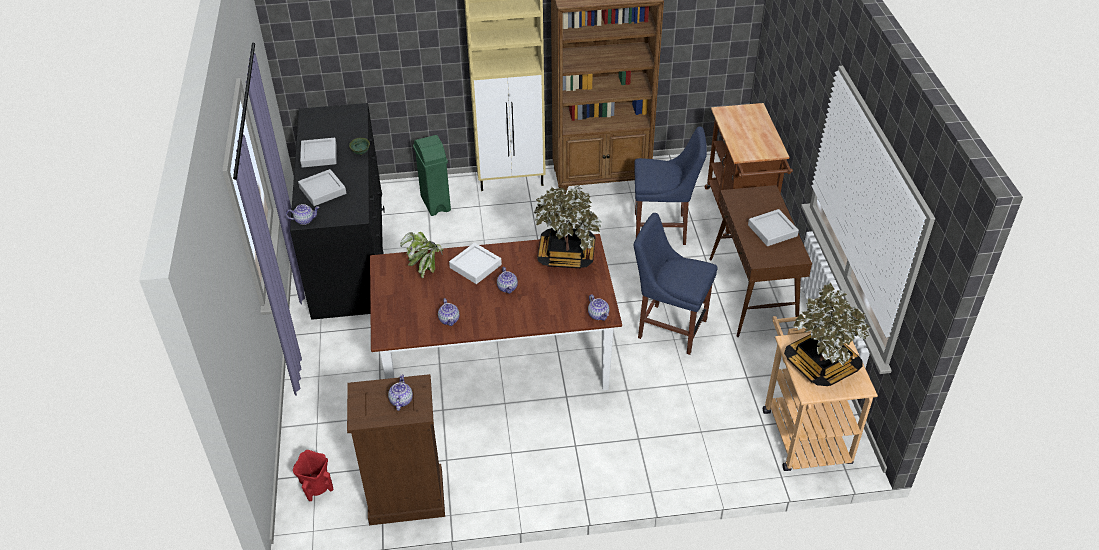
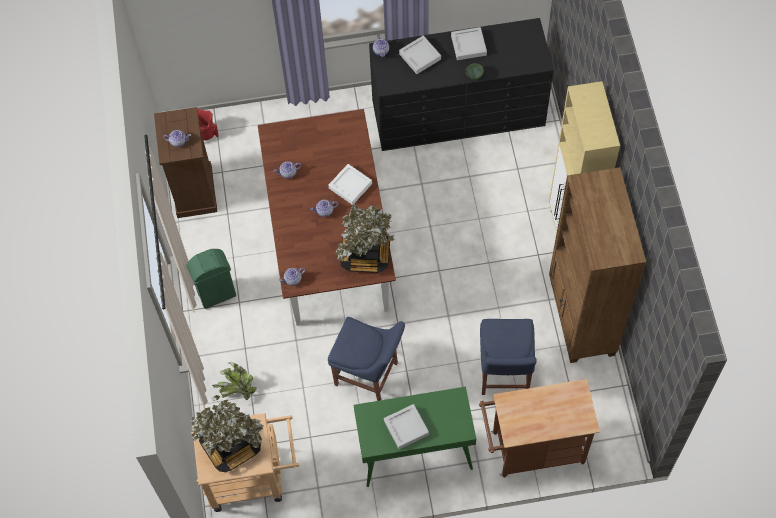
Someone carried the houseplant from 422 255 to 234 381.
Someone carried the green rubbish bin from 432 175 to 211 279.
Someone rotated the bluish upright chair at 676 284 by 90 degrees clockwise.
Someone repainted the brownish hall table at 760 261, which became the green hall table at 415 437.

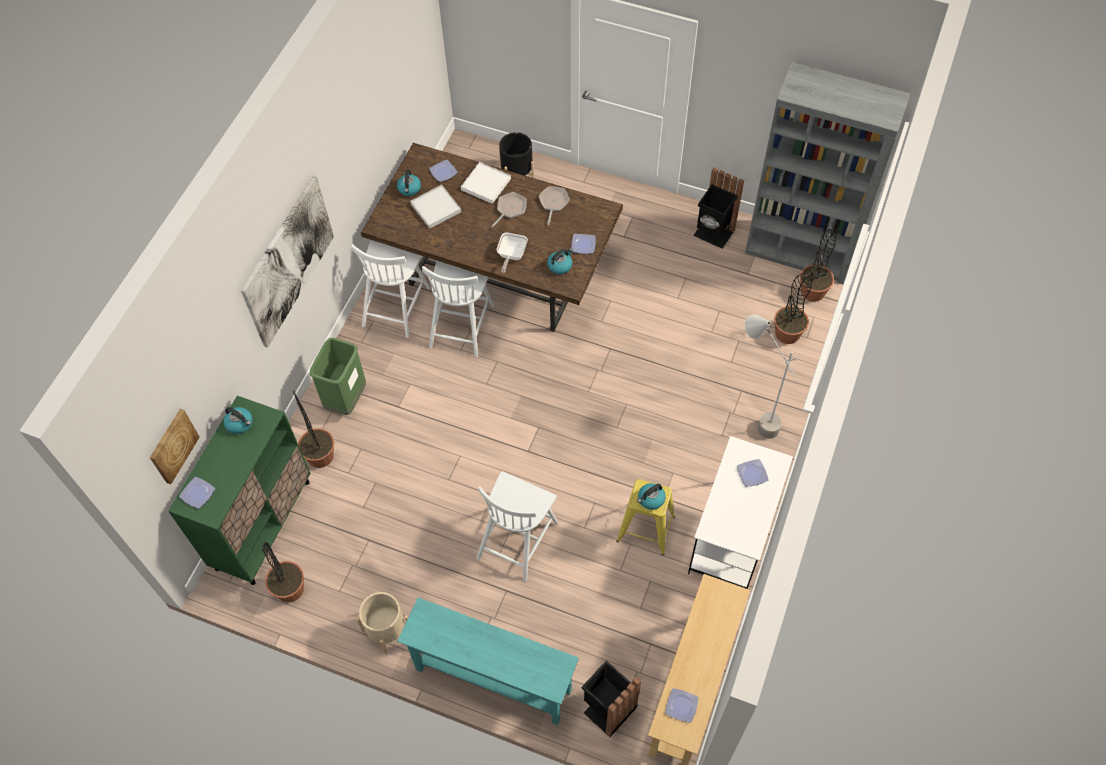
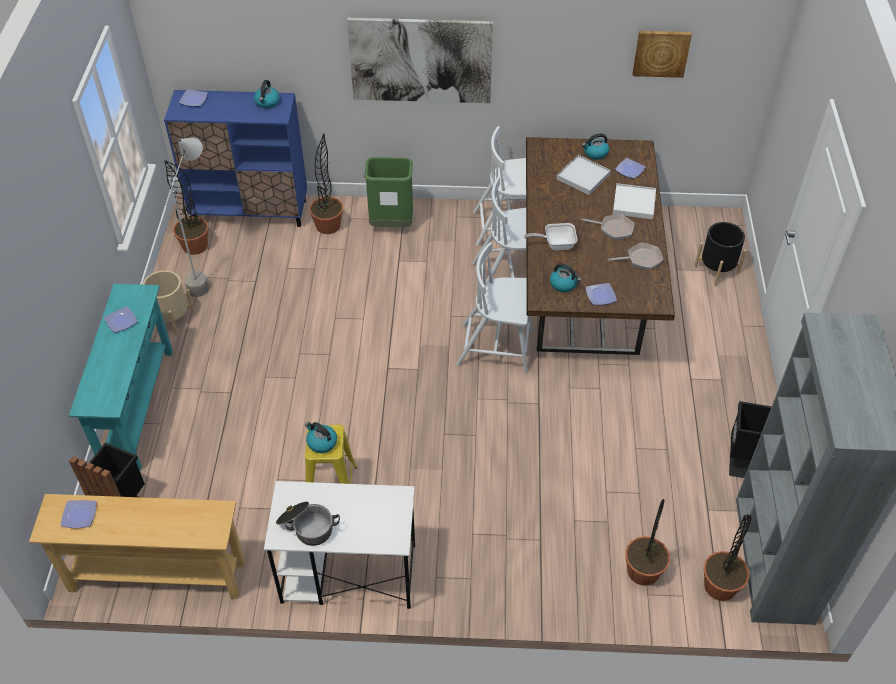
Someone carried the picture from 175 446 to 662 54.
Someone repainted the green cabinet at 239 490, which became the bluish cabinet at 235 158.
Someone carried the whitish upright chair from 517 526 to 494 307.
Someone carried the dinner plate from 753 473 to 121 319.
Someone carried the grey standard lamp from 770 377 to 187 217.
Someone put down the cooking pot at 308 524.

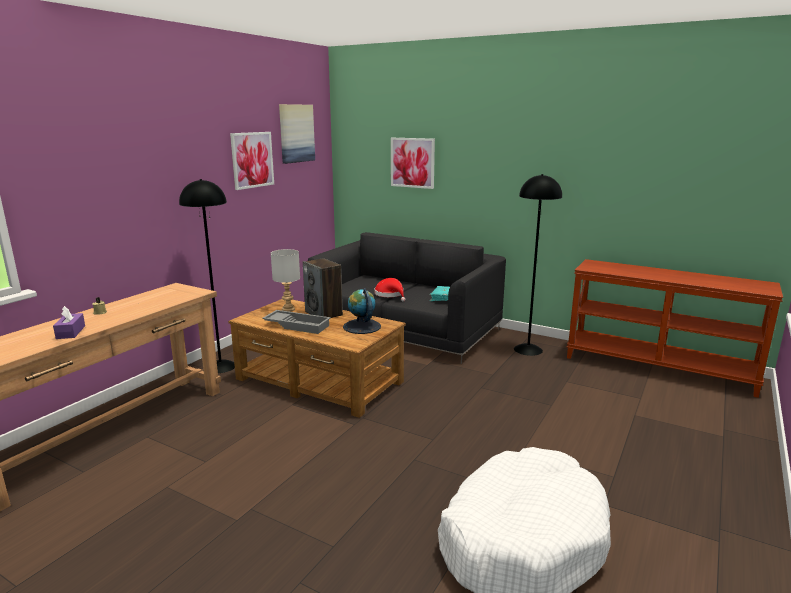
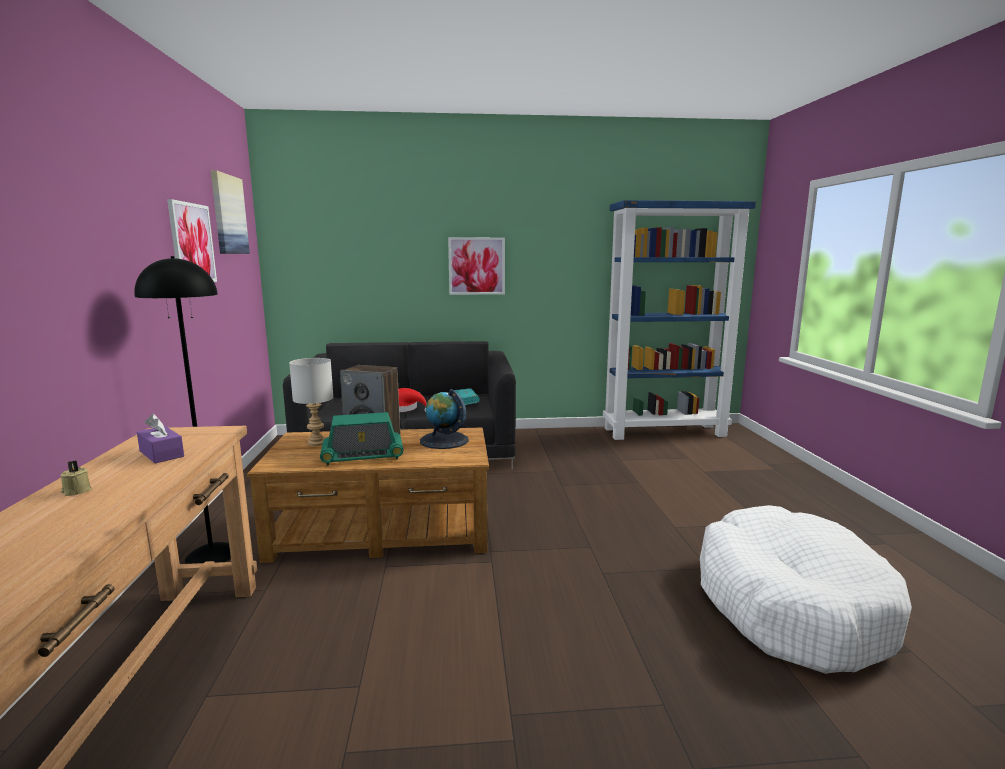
Someone carried the purplish box of tissues from 69 322 to 160 438.
Someone swapped the grey serving tray at 296 322 for the radio receiver at 362 438.
Someone carried the picture from 413 163 to 476 266.
Someone took away the black-coloured standard lamp at 538 265.
Someone swapped the brownish hall table at 675 328 for the bluish bookcase at 679 320.

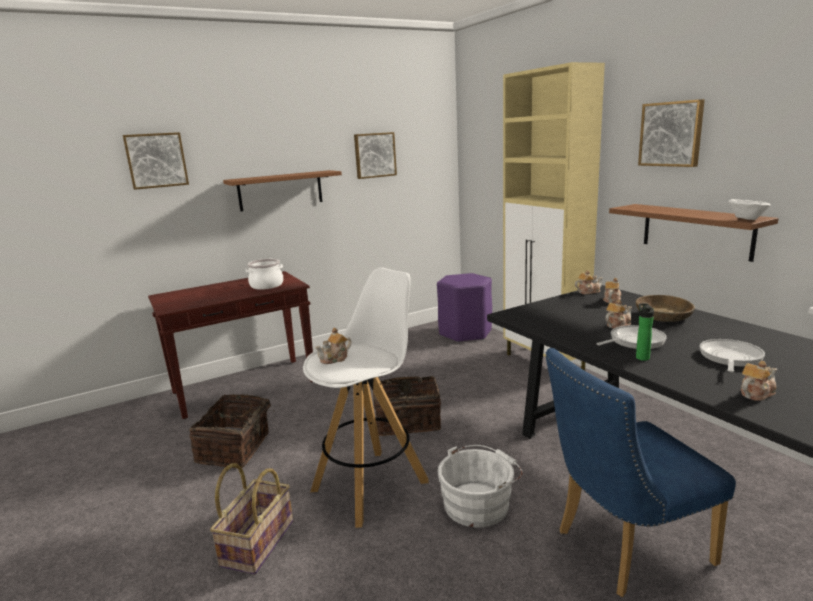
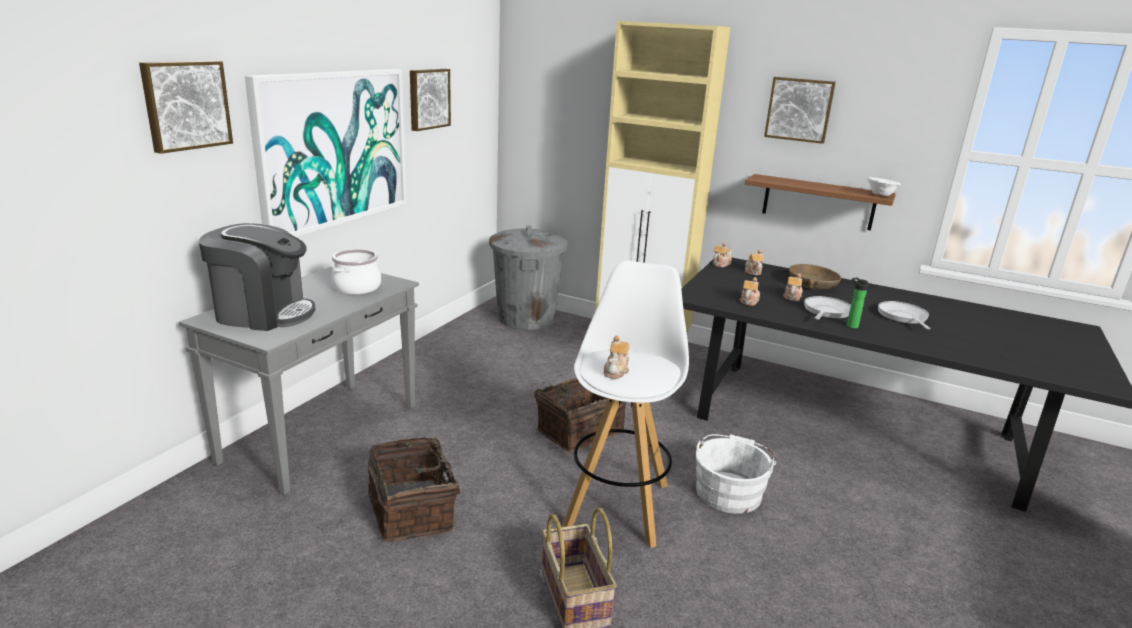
Someone repainted the brownish hall table at 230 345, which became the grey hall table at 299 380.
Someone swapped the brownish wall shelf at 282 191 for the picture at 326 153.
Someone swapped the purplish sitting stool at 464 307 for the grey rubbish bin at 528 278.
Someone took away the bluish upright chair at 640 472.
Someone carried the pot for tea from 758 381 to 749 291.
Someone put down the coffee machine at 257 277.

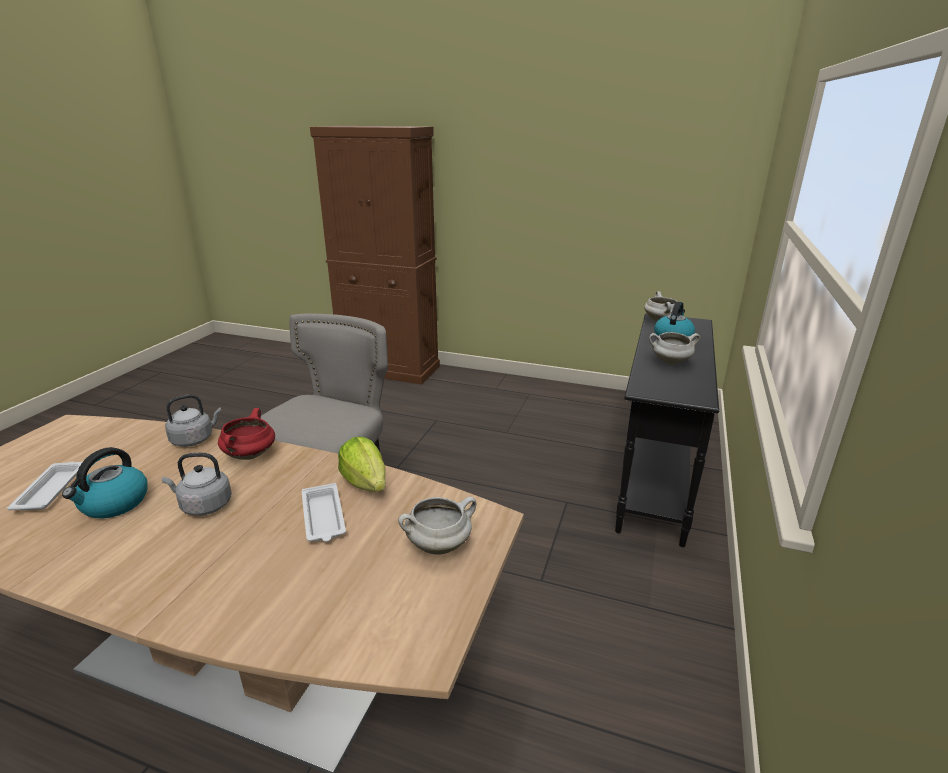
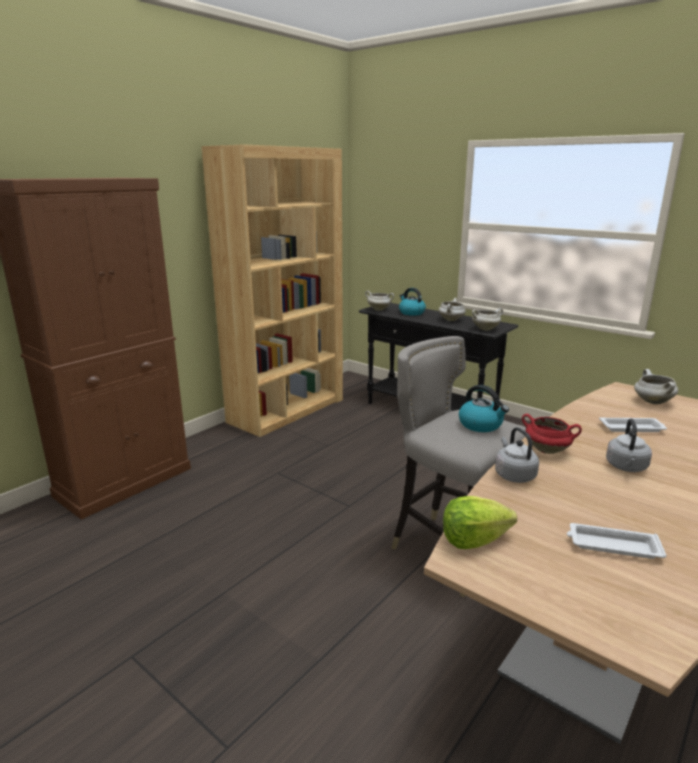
Someone carried the water kettle from 105 482 to 484 408.
Someone carried the lettuce from 362 464 to 480 522.
Someone put down the brownish bookcase at 272 290.
Someone put down the whitish cooking pot at 487 319.

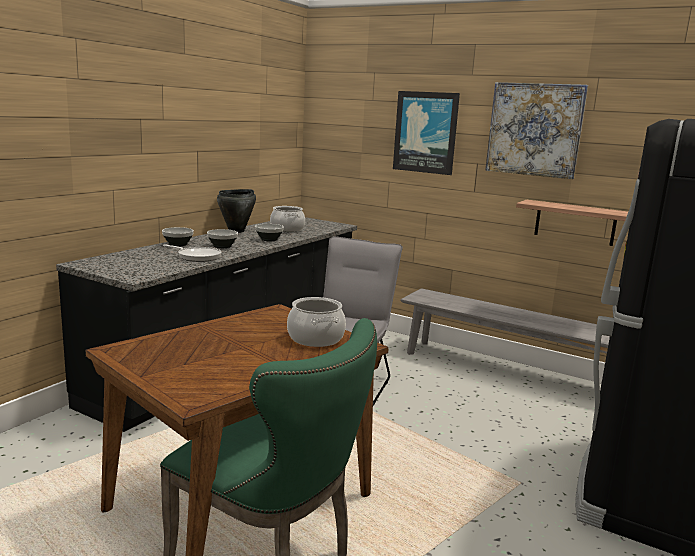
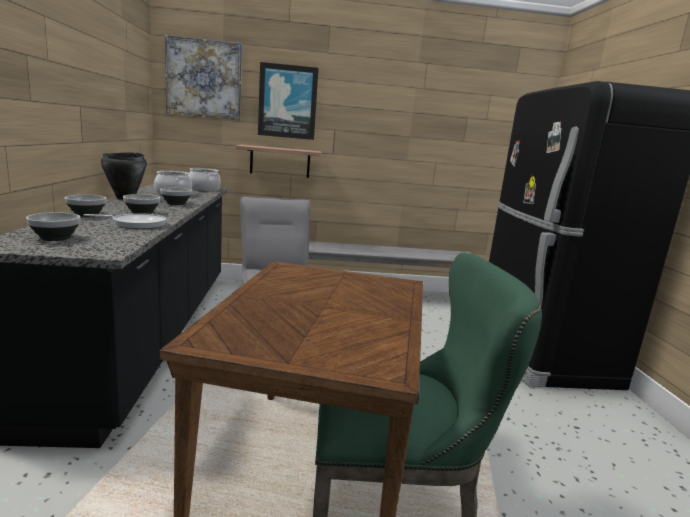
Someone carried the cooking pot from 316 322 to 204 179.
Someone carried the picture from 536 130 to 203 77.
Someone carried the wall shelf from 572 223 to 278 161.
Someone put down the deep dish at 53 226.

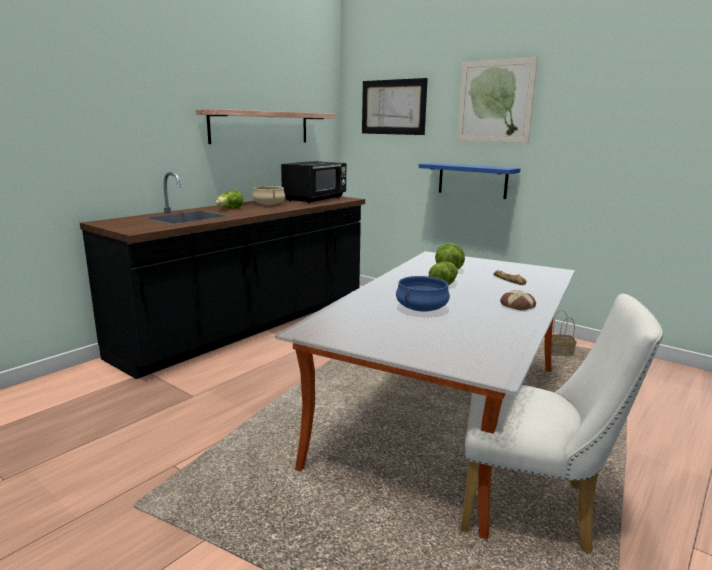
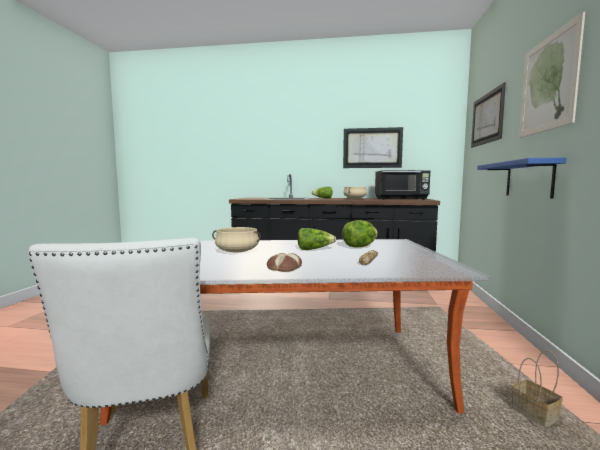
Someone swapped the wall shelf at 265 126 for the picture at 373 147.
Someone repainted the bluish cooking pot at 423 293, which became the beige-coloured cooking pot at 236 240.

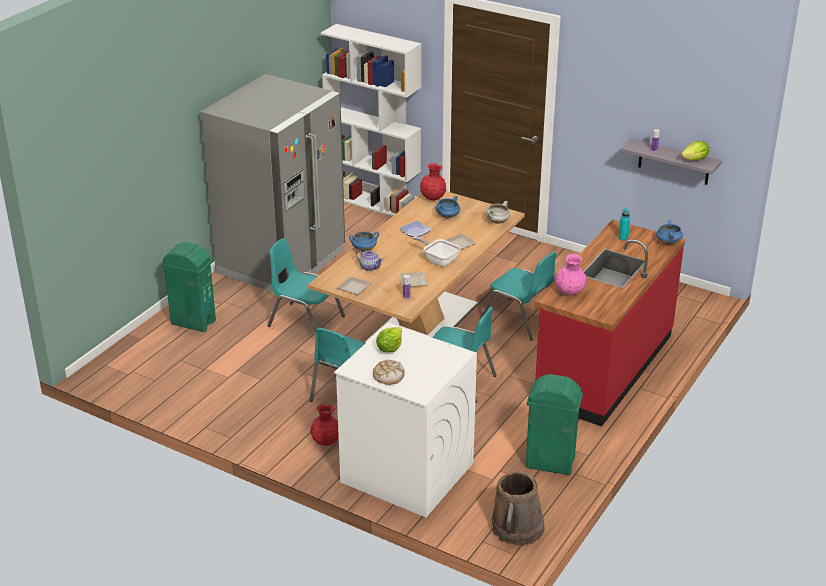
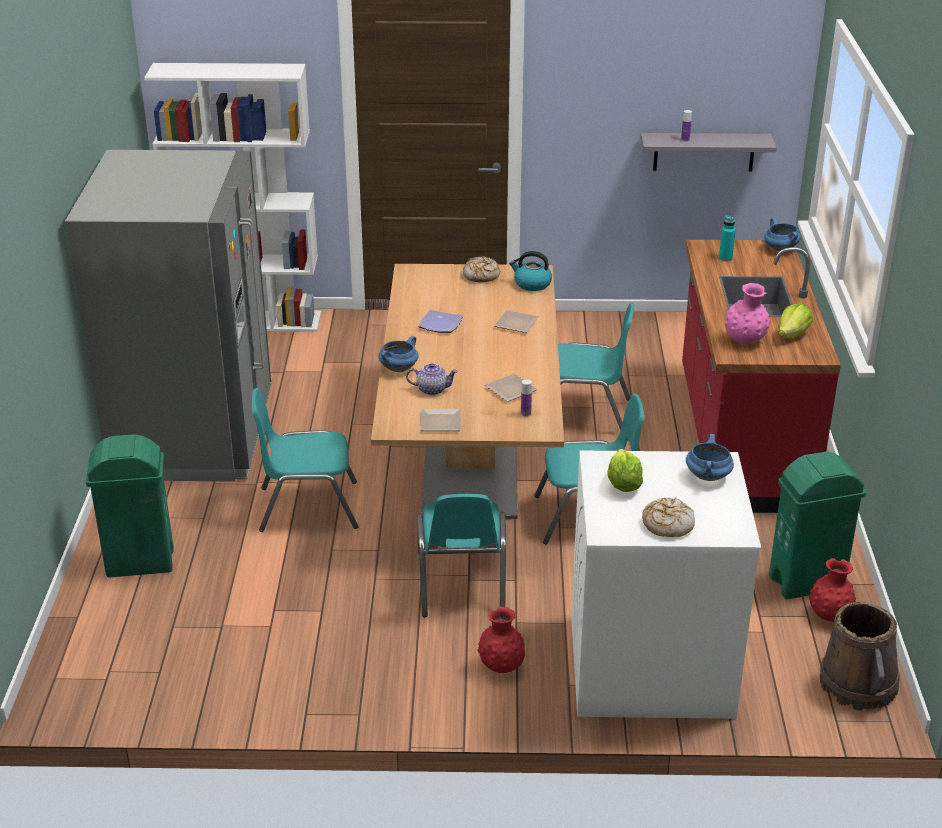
Someone took away the skillet at 437 251.
Someone carried the reddish flower vase from 433 181 to 832 590.
Someone carried the bluish cooking pot from 448 207 to 710 457.
Someone swapped the whitish cooking pot at 498 212 for the water kettle at 530 271.
Someone carried the lettuce from 694 151 to 795 321.
Someone put down the bakery bread at 481 269.

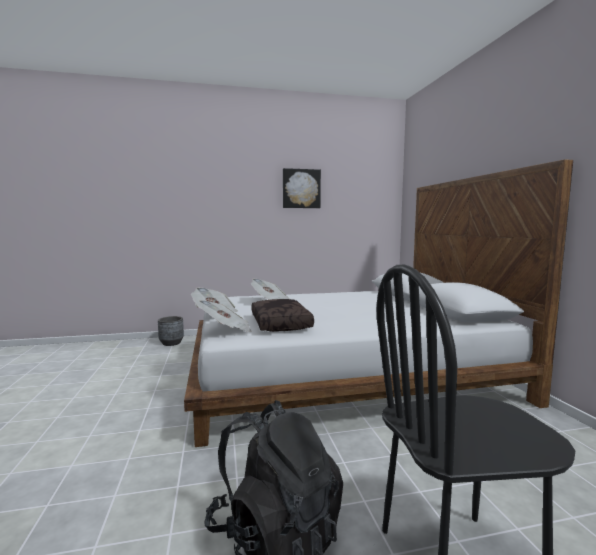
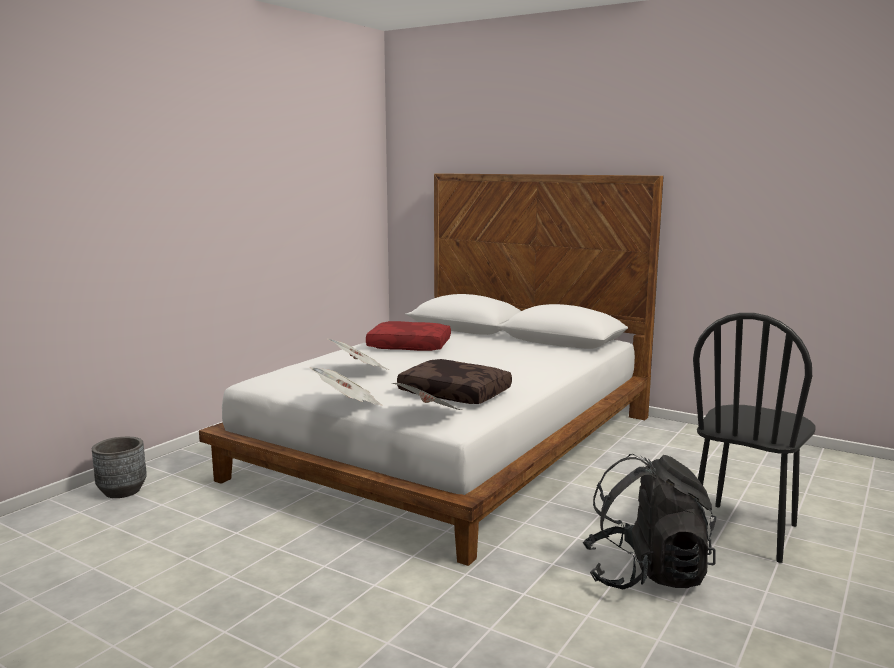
Someone took away the picture at 302 188.
Someone put down the reddish throw pillow at 408 336.

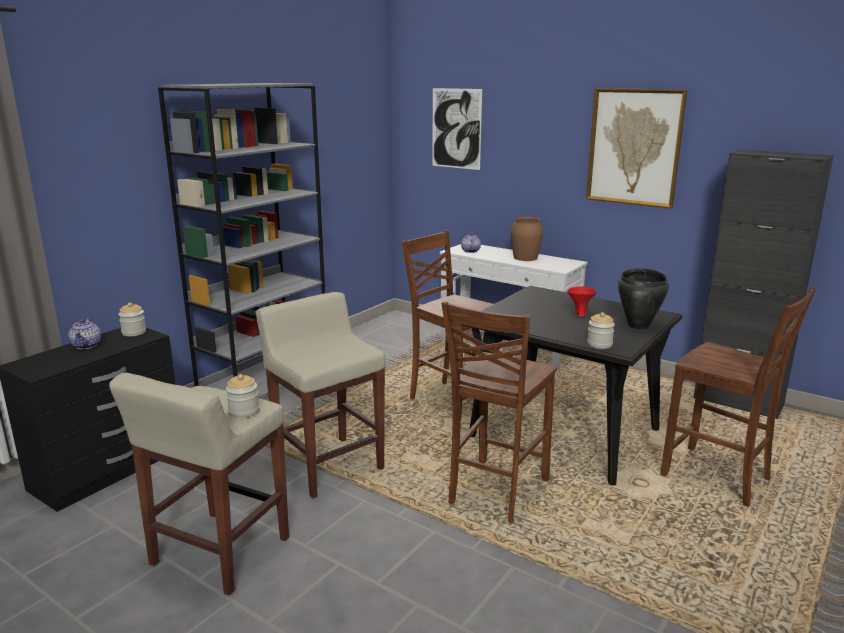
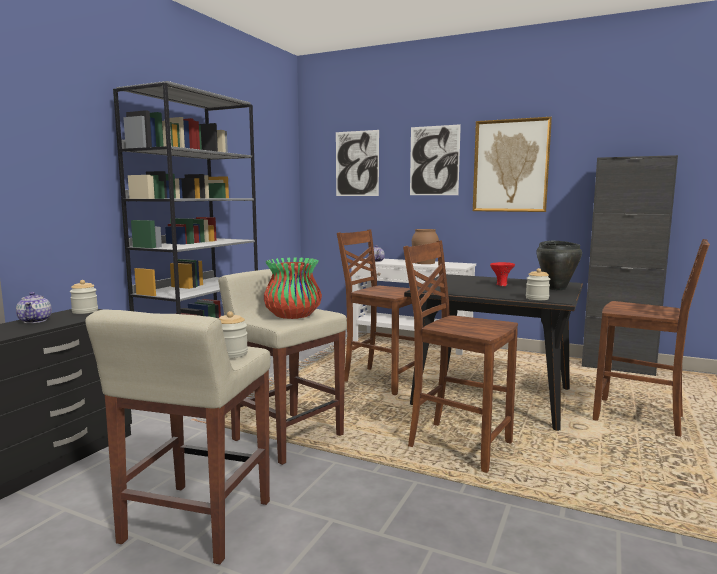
Someone rotated the brownish upright chair at 499 412 by 105 degrees clockwise.
Someone put down the flower vase at 293 288.
Someone put up the picture at 435 159.

